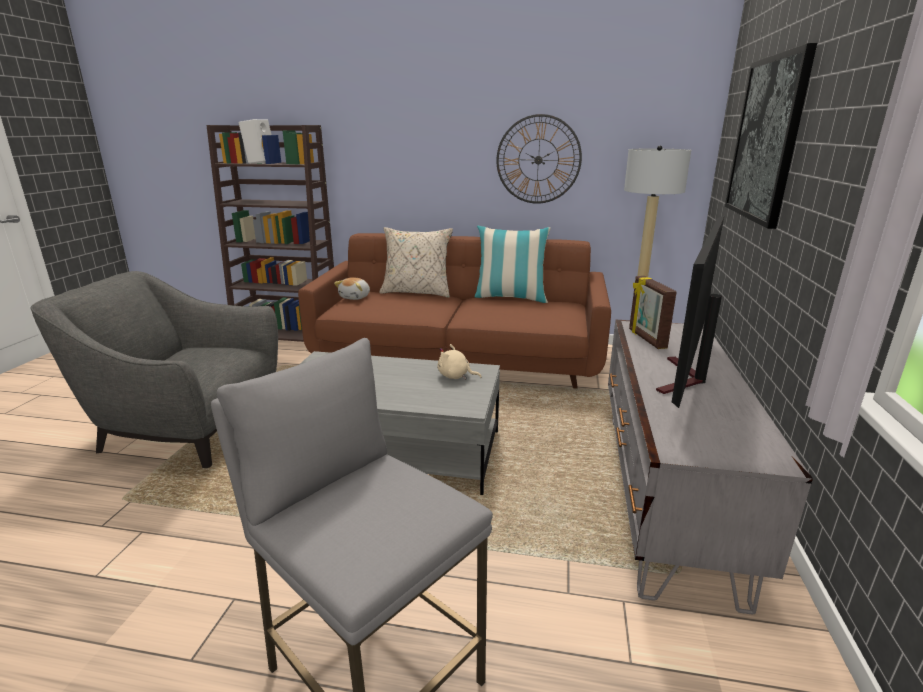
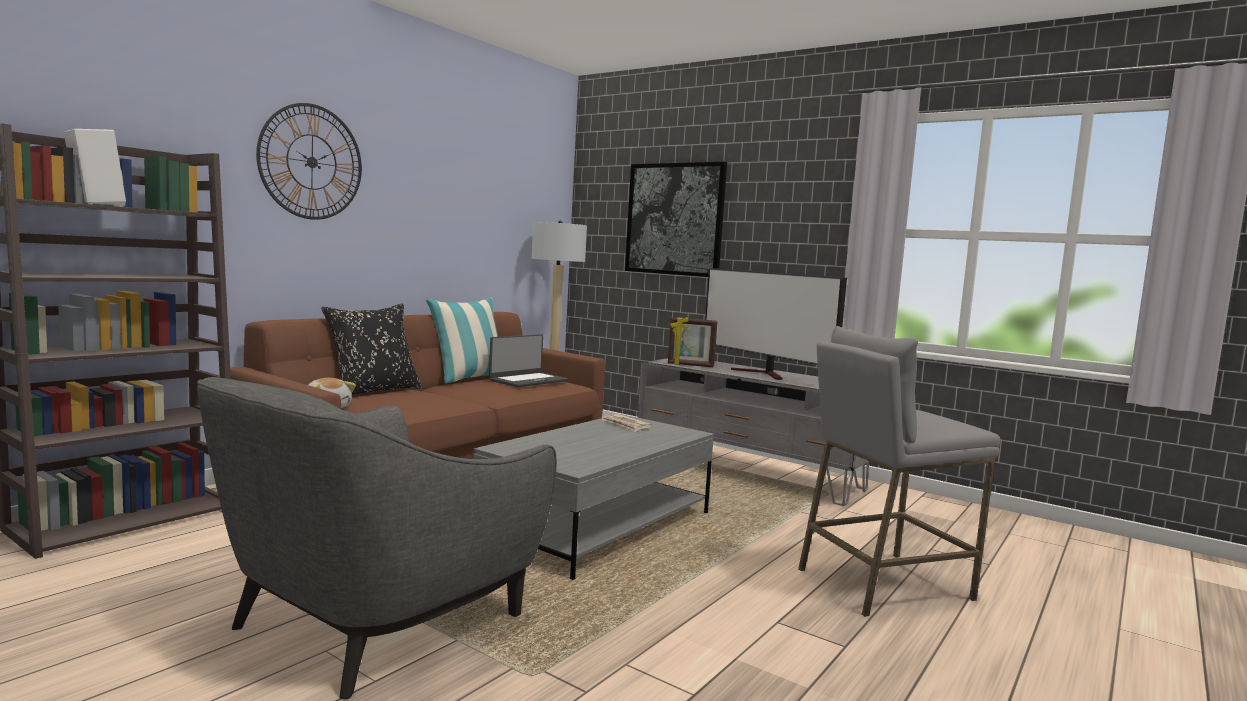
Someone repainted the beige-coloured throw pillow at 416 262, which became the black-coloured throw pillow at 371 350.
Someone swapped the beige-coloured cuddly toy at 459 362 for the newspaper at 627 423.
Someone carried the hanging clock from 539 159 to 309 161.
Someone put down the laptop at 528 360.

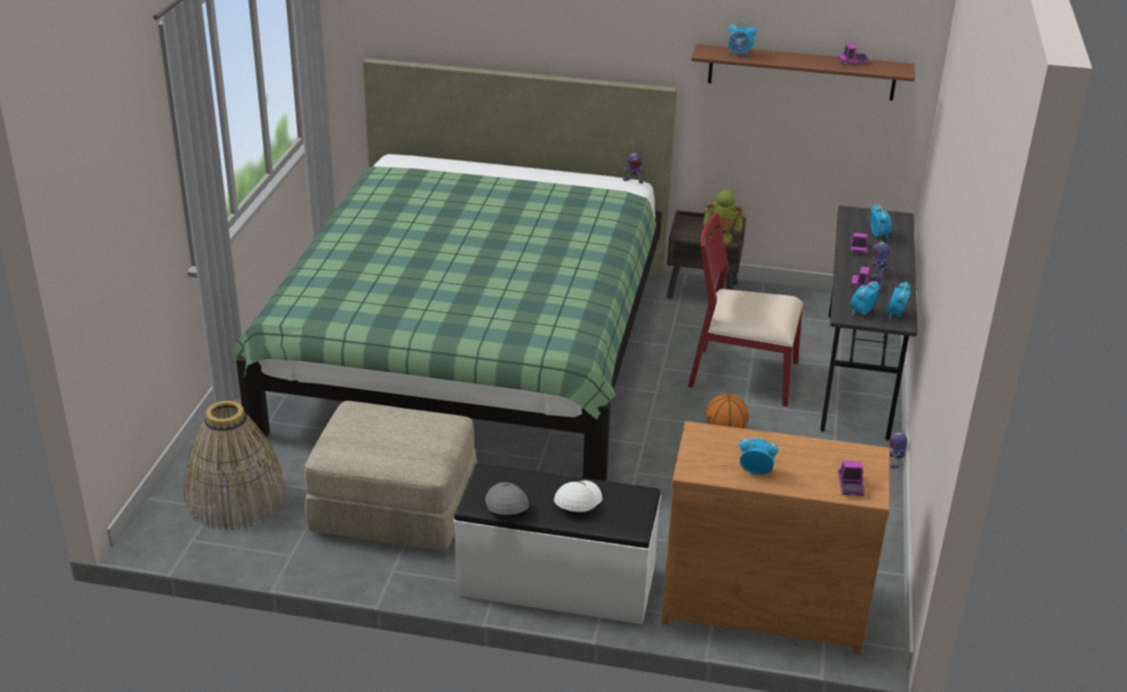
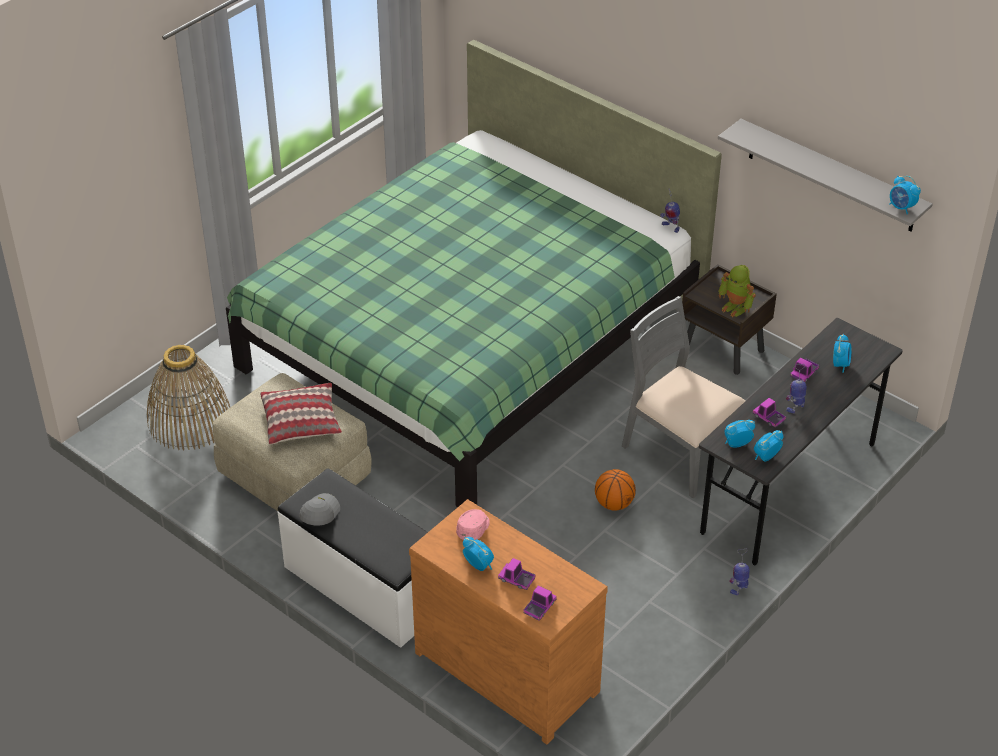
Someone took away the whitish peaked cap at 578 496.
Someone repainted the reddish upright chair at 745 309, which became the grey upright chair at 683 397.
Someone repainted the brownish wall shelf at 803 72, which became the grey wall shelf at 825 175.
Someone carried the bedside clock from 742 39 to 905 195.
Someone carried the toy truck from 853 54 to 516 574.
Someone put down the throw pillow at 301 413.
Someone put down the pinkish peaked cap at 473 524.

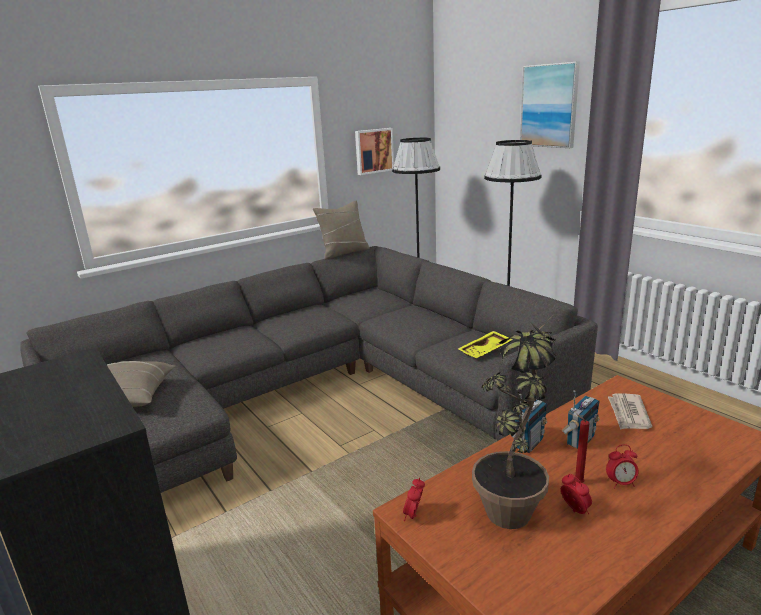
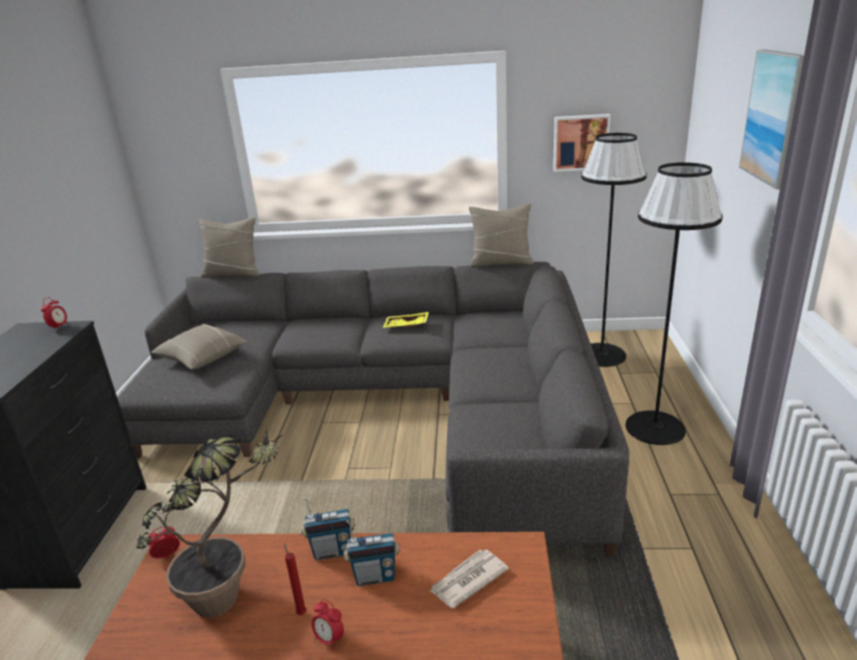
Someone carried the yellowish serving tray from 485 344 to 406 320.
Someone carried the bedside clock from 576 494 to 55 313.
Someone put down the beige-coloured throw pillow at 229 247.

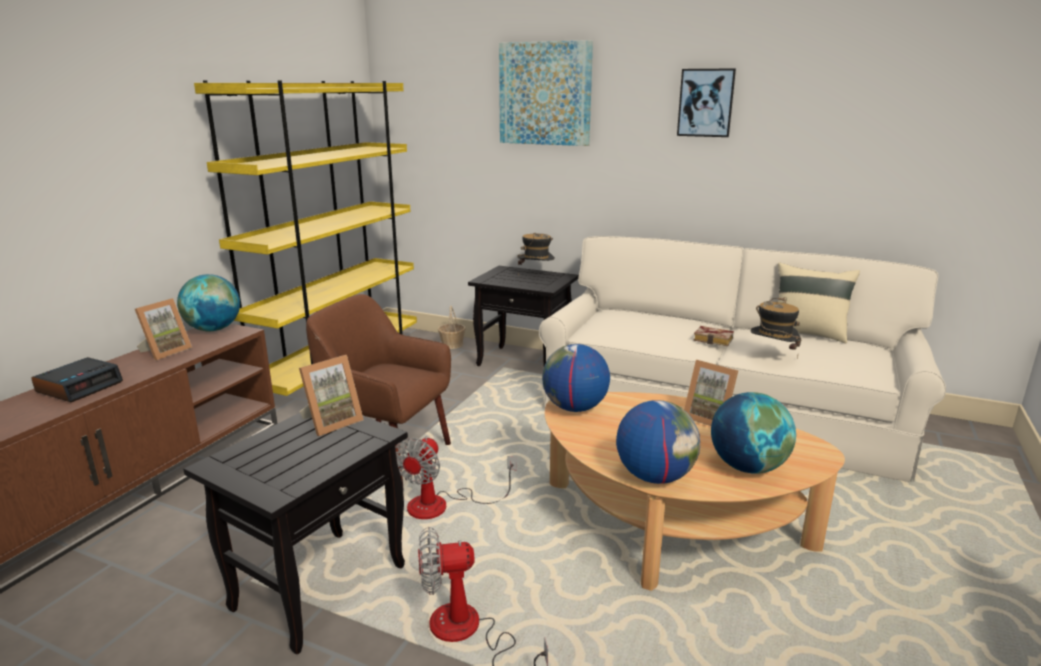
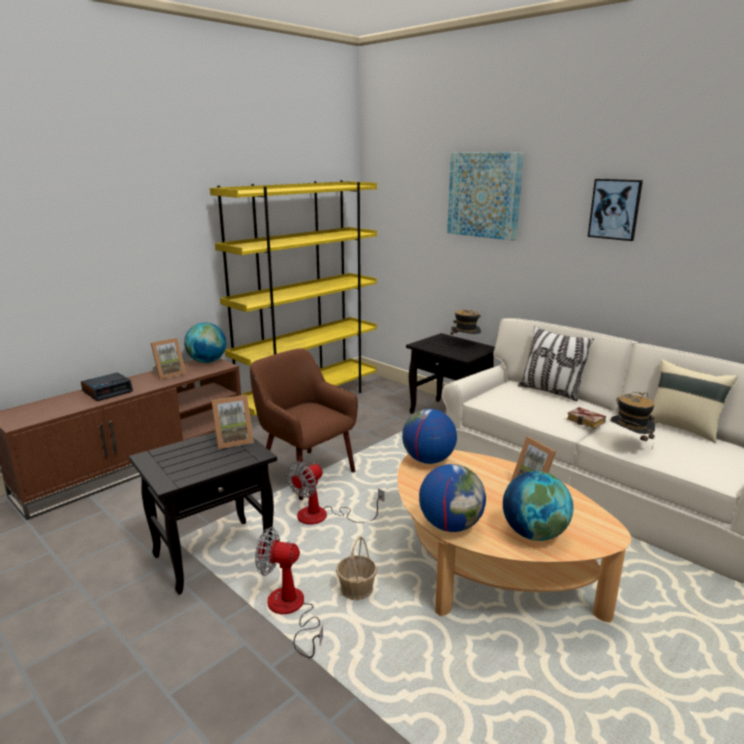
Someone carried the household basket from 452 327 to 356 568.
Someone put down the throw pillow at 556 363.

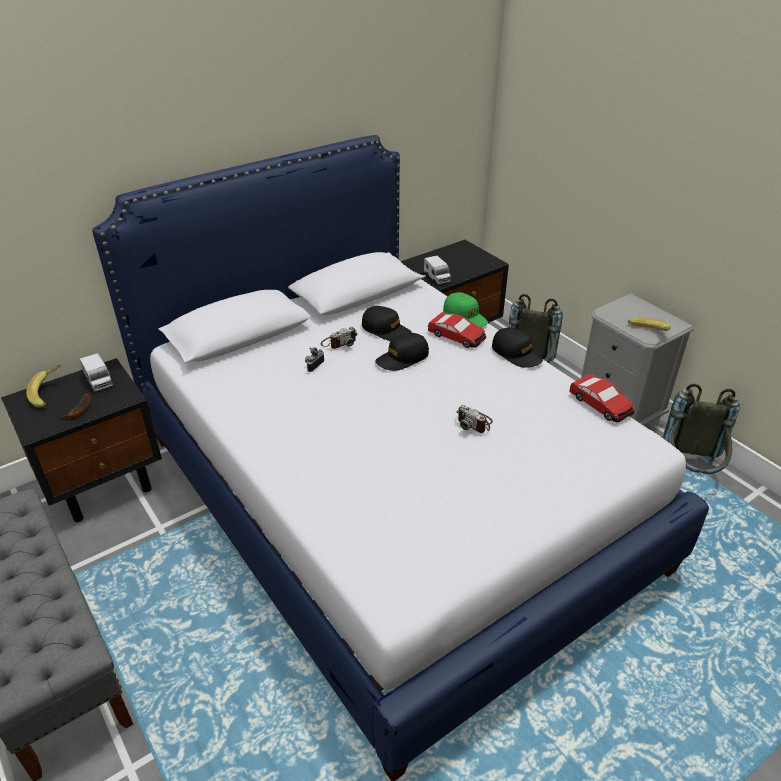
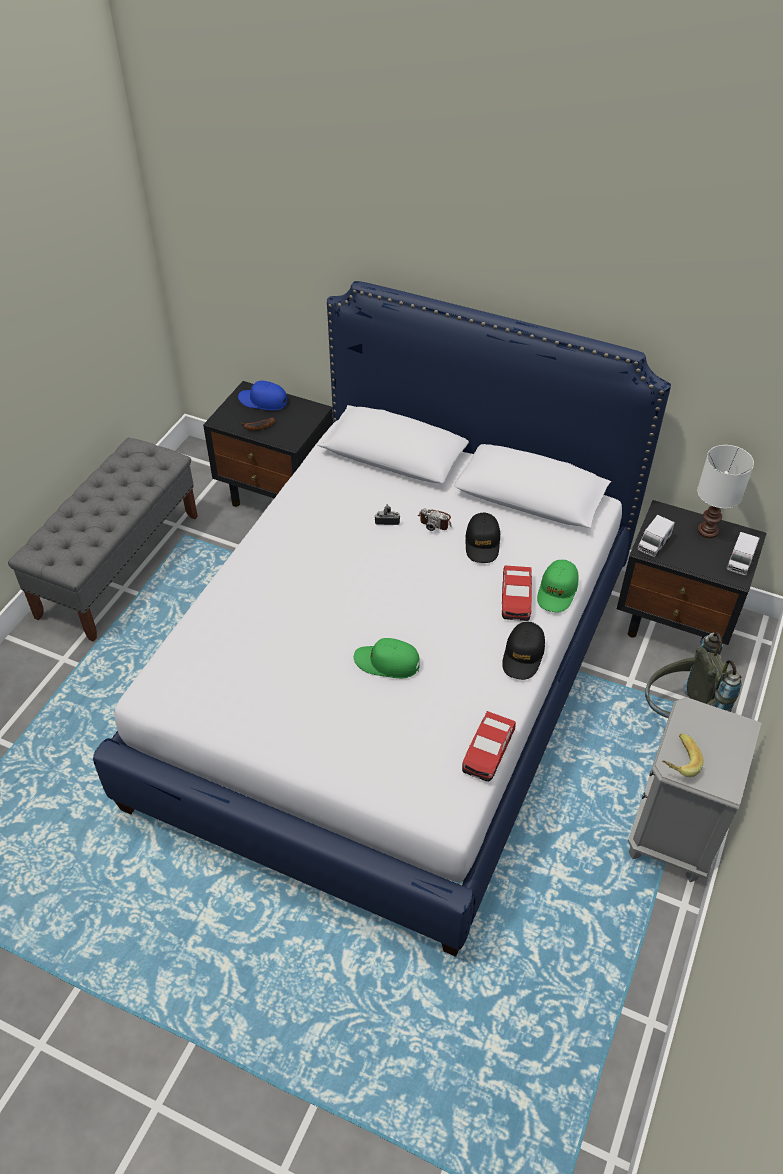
Someone swapped the banana fruit at 43 386 for the bluish peaked cap at 263 396.
Someone carried the toy truck from 96 372 to 743 554.
Someone took away the black-coloured peaked cap at 402 352.
Someone swapped the photo camera at 474 419 for the green peaked cap at 387 658.
Someone took away the grey rucksack at 701 429.
Someone put down the whitish lamp for a table at 725 491.

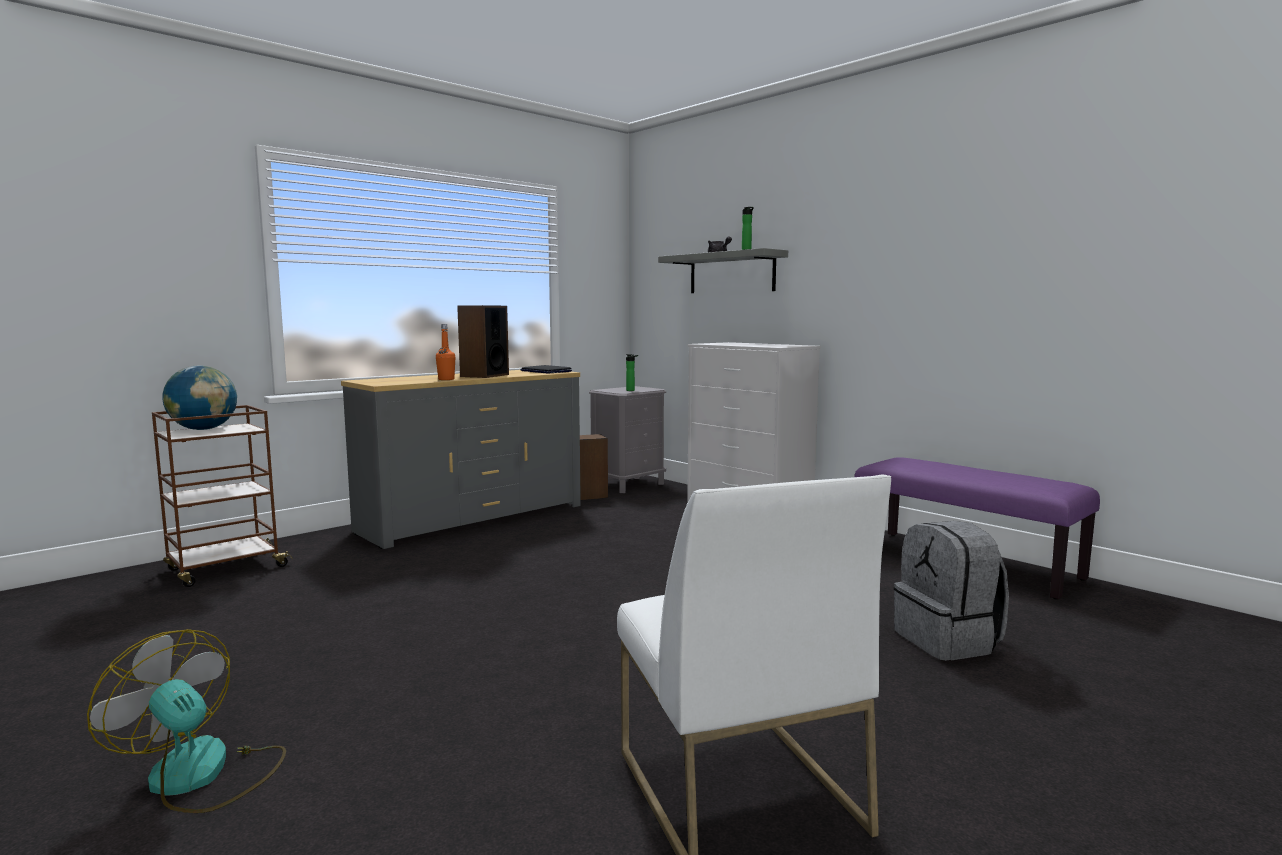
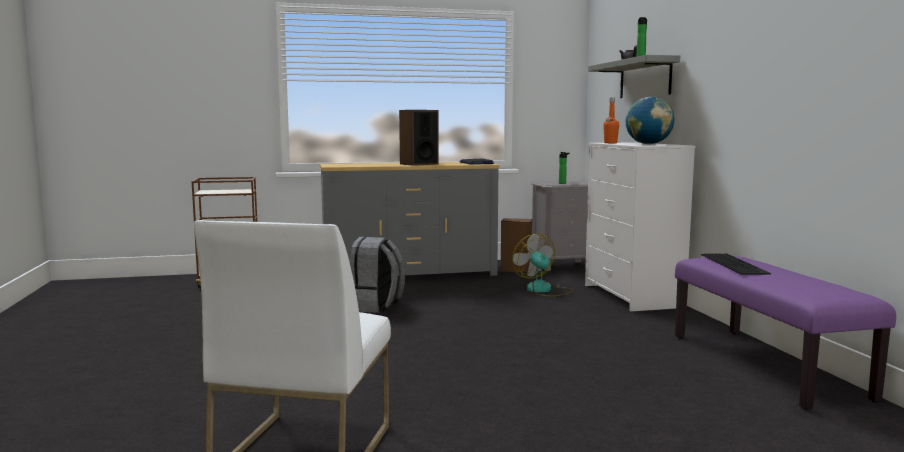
Someone carried the electric fan from 186 721 to 542 265.
Someone carried the globe from 199 397 to 650 120.
Someone carried the orange drink bottle from 445 352 to 611 120.
Someone carried the grey rucksack from 951 591 to 377 275.
Someone put down the computer keyboard at 736 264.

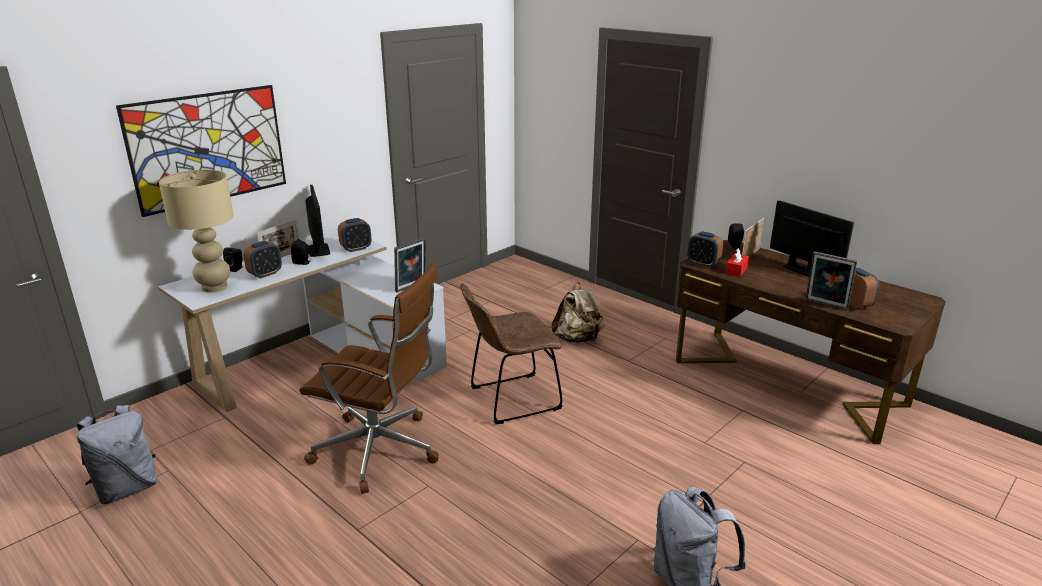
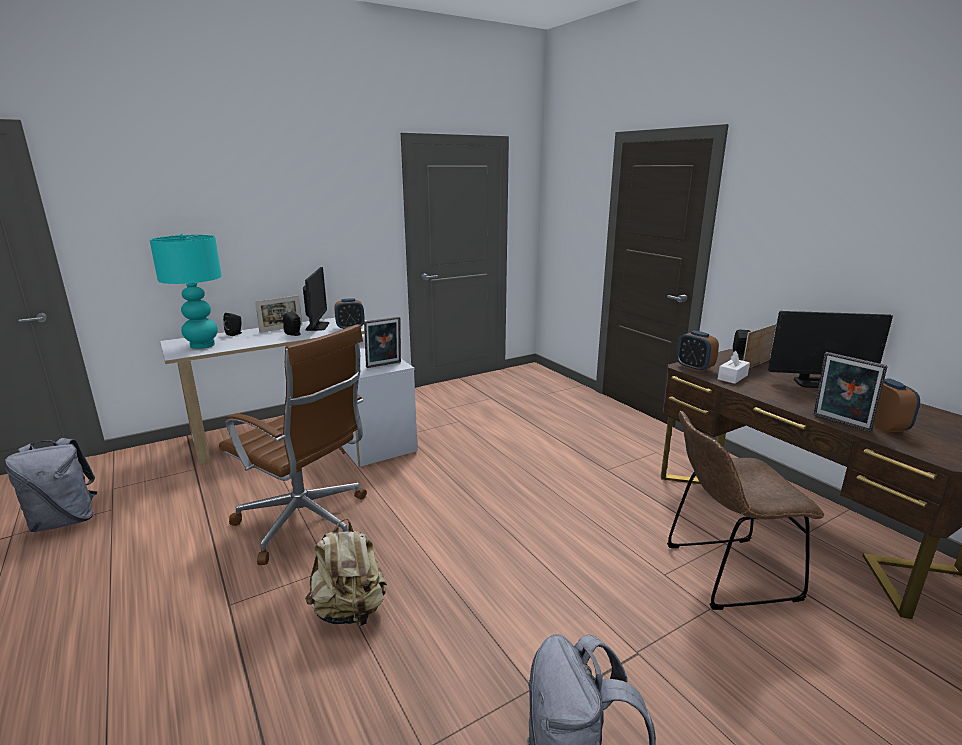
Someone took away the picture at 201 151.
Someone repainted the beige-coloured lamp for a table at 196 231, which became the turquoise lamp for a table at 186 291.
Someone took away the bedside clock at 262 260.
Someone carried the brownish upright chair from 511 353 to 745 510.
Someone carried the beige-coloured rucksack from 578 312 to 346 572.
Someone repainted the reddish box of tissues at 737 262, which became the whitish box of tissues at 734 367.
Someone rotated the monitor at 812 238 by 120 degrees clockwise.

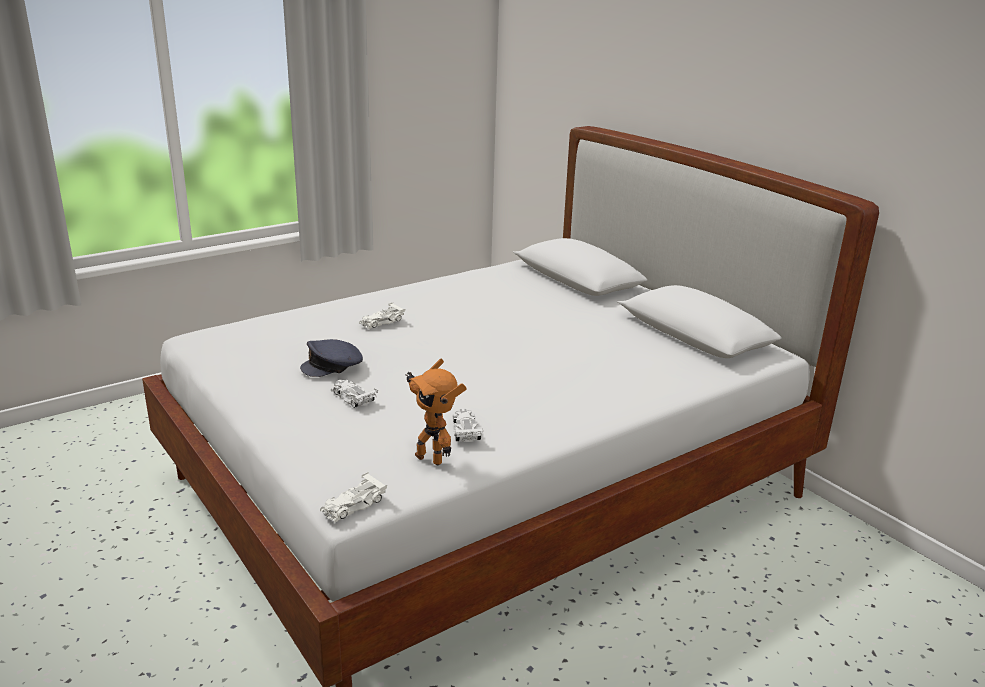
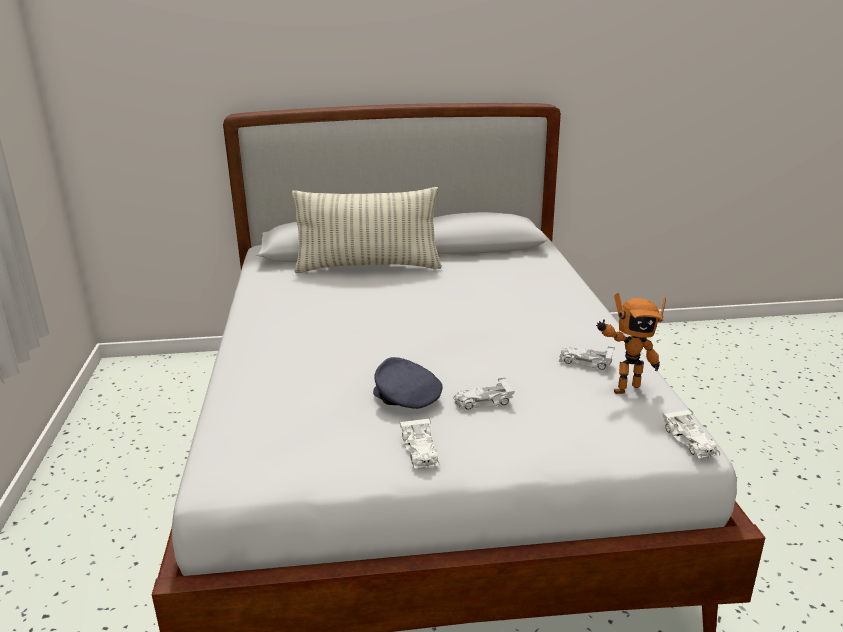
Someone rotated the grey peaked cap at 331 358 by 135 degrees clockwise.
Someone carried the whitish model car from 382 315 to 419 443.
Someone put down the throw pillow at 367 230.

